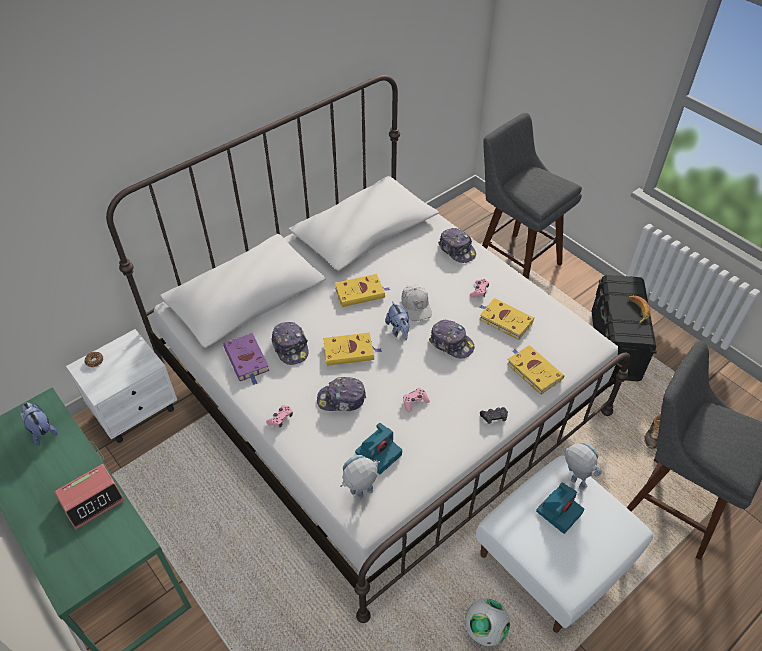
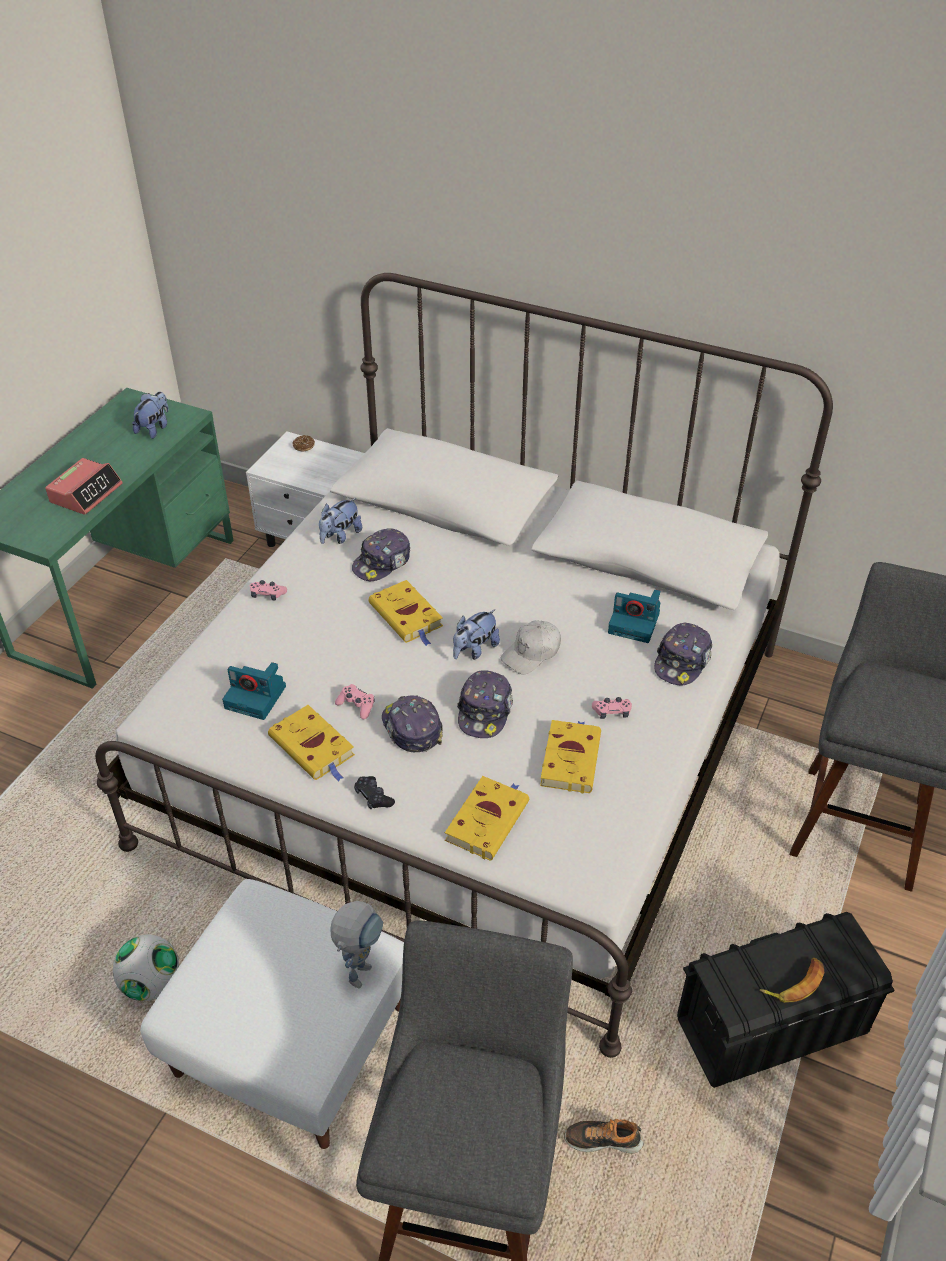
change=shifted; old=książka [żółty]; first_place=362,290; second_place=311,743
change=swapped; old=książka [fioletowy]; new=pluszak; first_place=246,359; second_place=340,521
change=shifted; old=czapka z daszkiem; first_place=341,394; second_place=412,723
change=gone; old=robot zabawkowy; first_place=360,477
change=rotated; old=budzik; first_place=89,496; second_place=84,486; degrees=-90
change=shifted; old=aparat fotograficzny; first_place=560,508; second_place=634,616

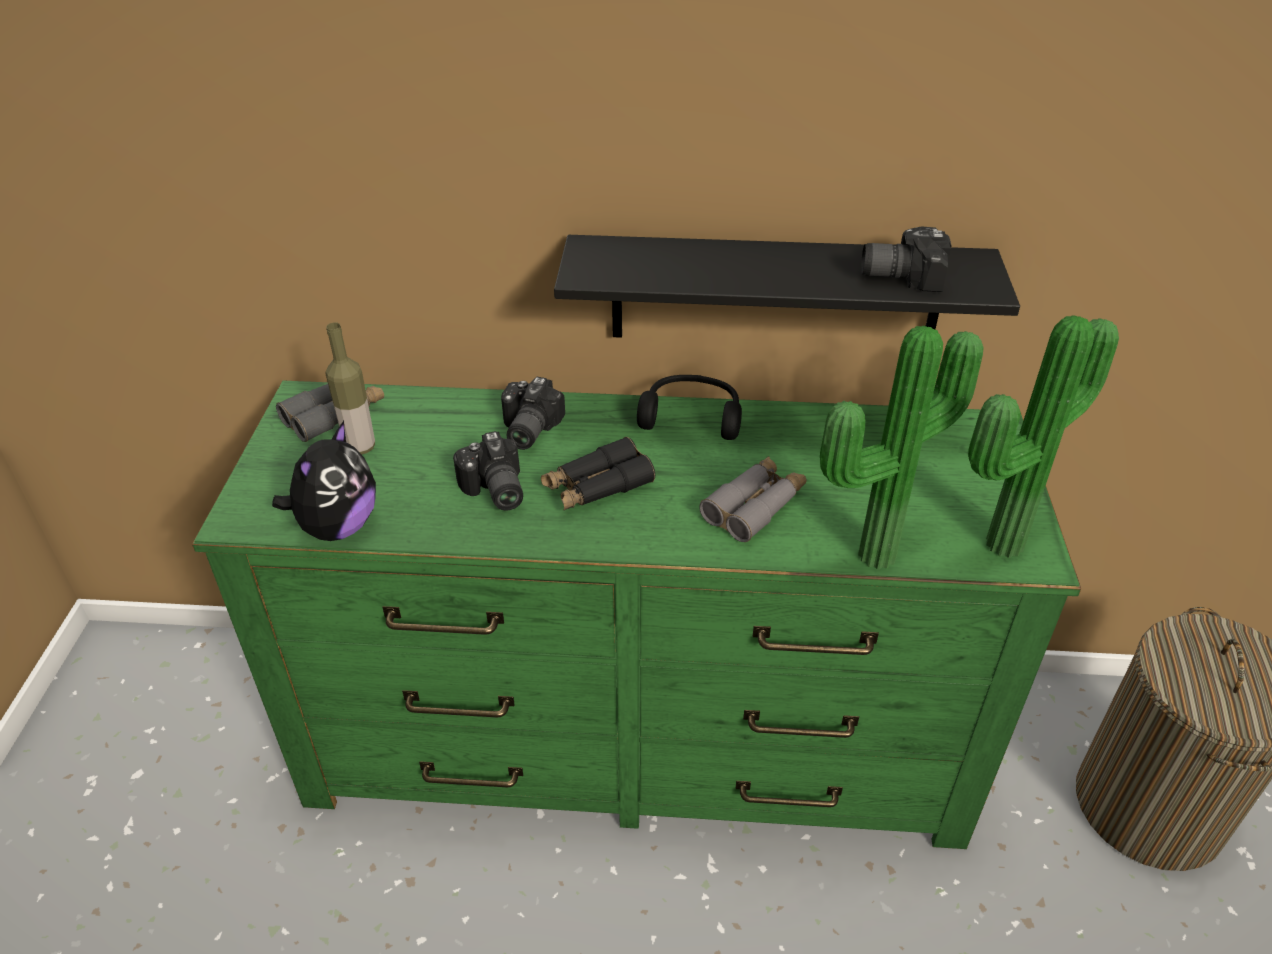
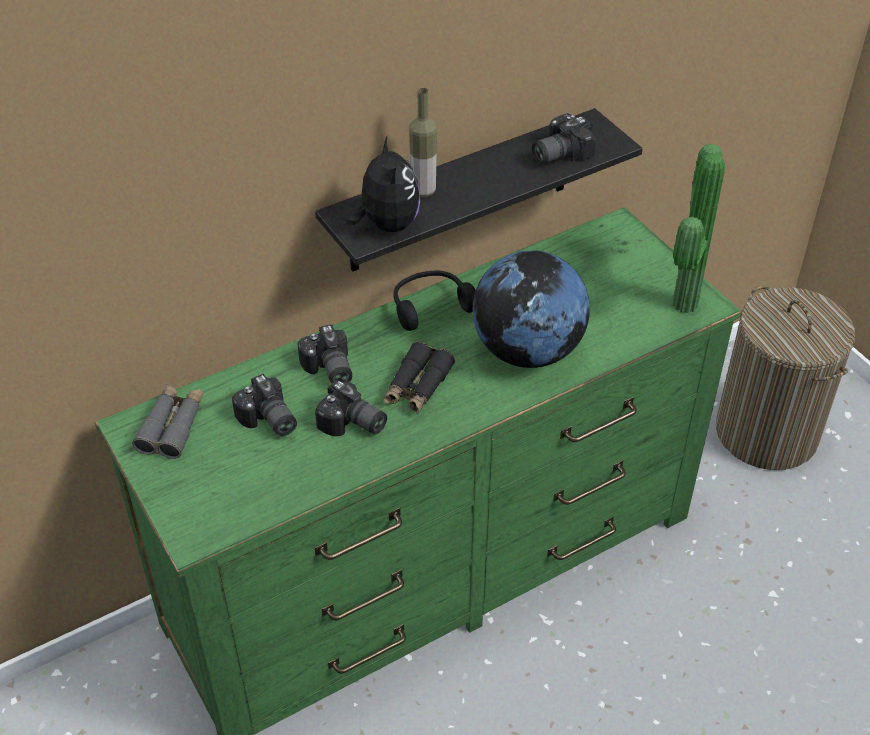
change=shifted; old=butelka; first_place=350,388; second_place=423,142
change=gone; old=roślina doniczkowa; first_place=902,447
change=shifted; old=pluszak; first_place=324,481; second_place=383,184
change=swapped; old=lornetka [szary]; new=globus; first_place=753,499; second_place=531,309
change=new; new=aparat fotograficzny; second_place=264,405

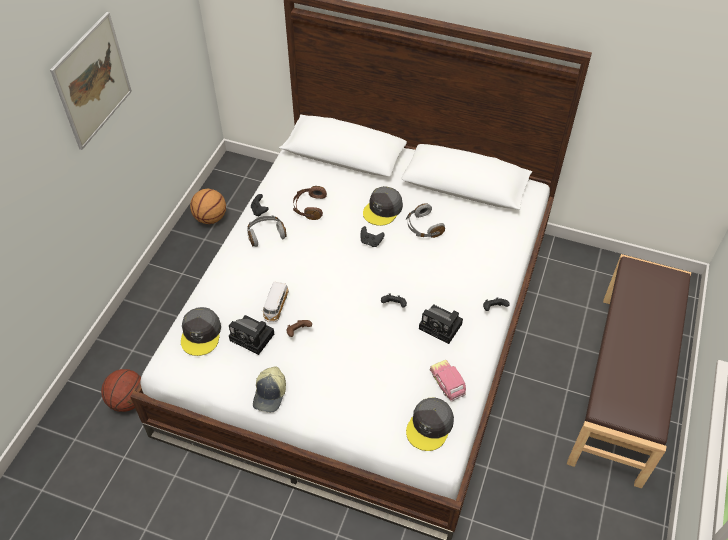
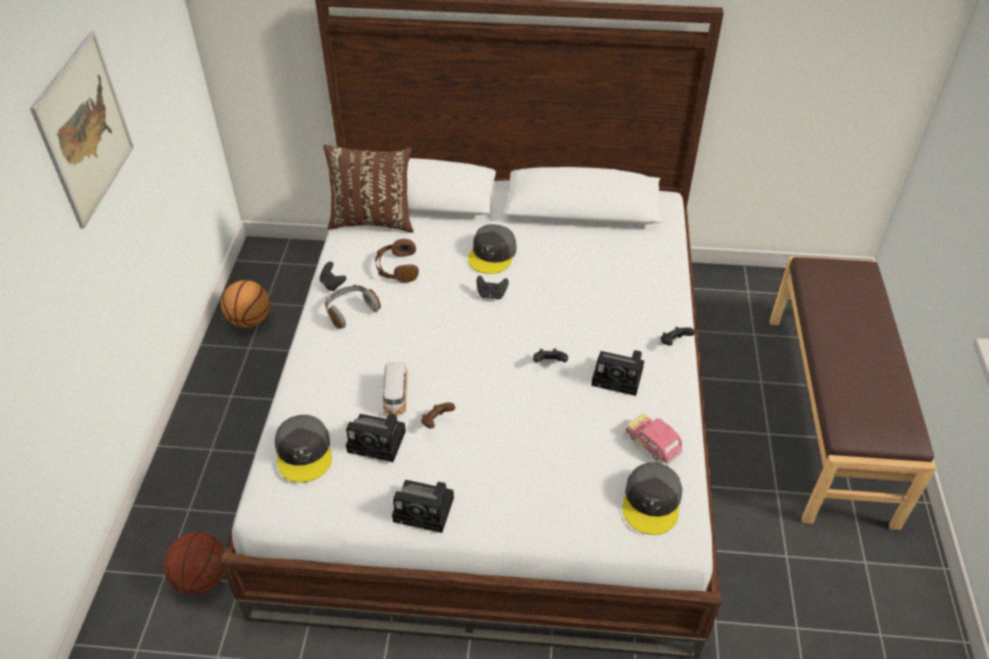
change=gone; old=słuchawki [szary]; first_place=425,220
change=swapped; old=czapka z daszkiem; new=aparat fotograficzny; first_place=269,389; second_place=423,506
change=new; new=poduszka [brązowy]; second_place=368,189

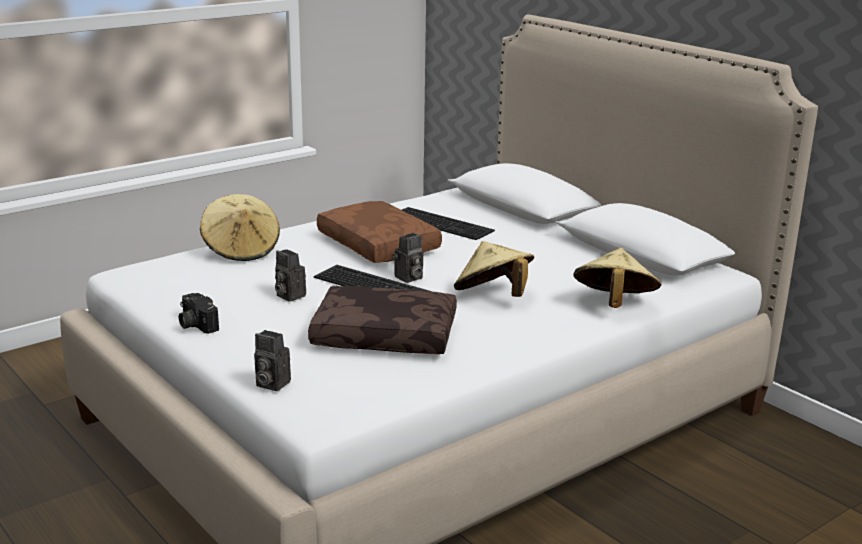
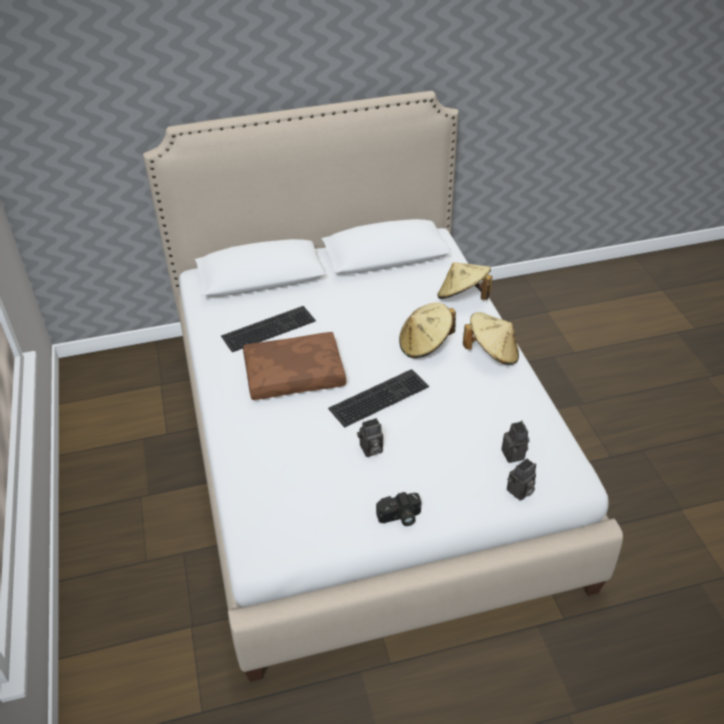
change=shifted; old=kapelusz [beżowy]; first_place=240,227; second_place=491,338
change=shifted; old=aparat fotograficzny; first_place=407,258; second_place=515,441
change=gone; old=poduszka [brązowy]; first_place=382,320

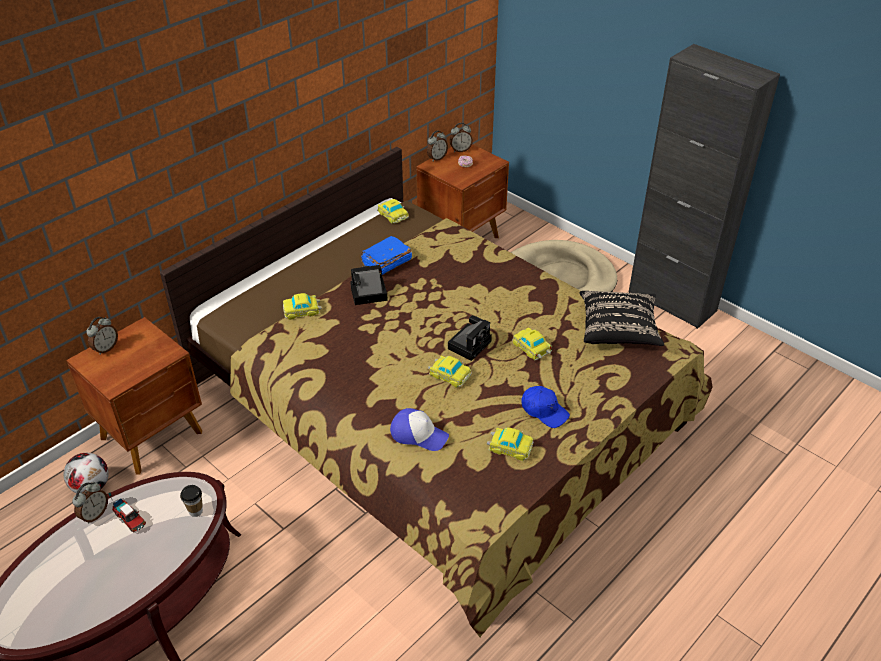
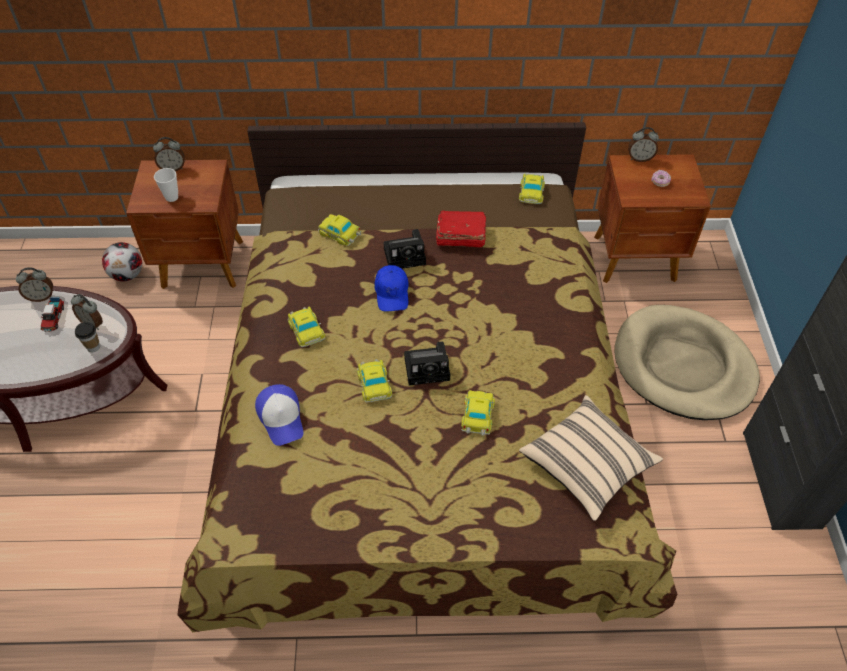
change=shifted; old=budzik; first_place=461,137; second_place=87,312
change=repainted; old=książka [niebieski]; new=książka [czerwony]; first_place=386,255; second_place=460,228
change=rotated; old=aparat fotograficzny; first_place=369,285; second_place=405,249; degrees=135
change=repainted; old=poduszka [czarny]; new=poduszka [beżowy]; first_place=622,318; second_place=591,458
change=shifted; old=czapka z daszkiem [niebieski]; first_place=545,407; second_place=391,288
change=shifted; old=samochodzik; first_place=510,444; second_place=306,327
change=new; new=filiżanka; second_place=166,185

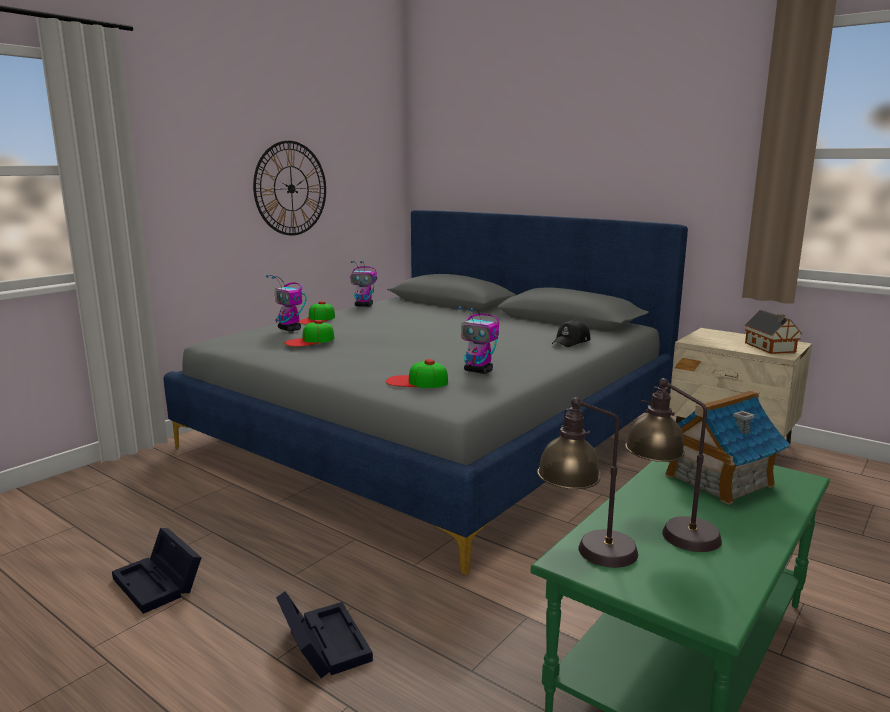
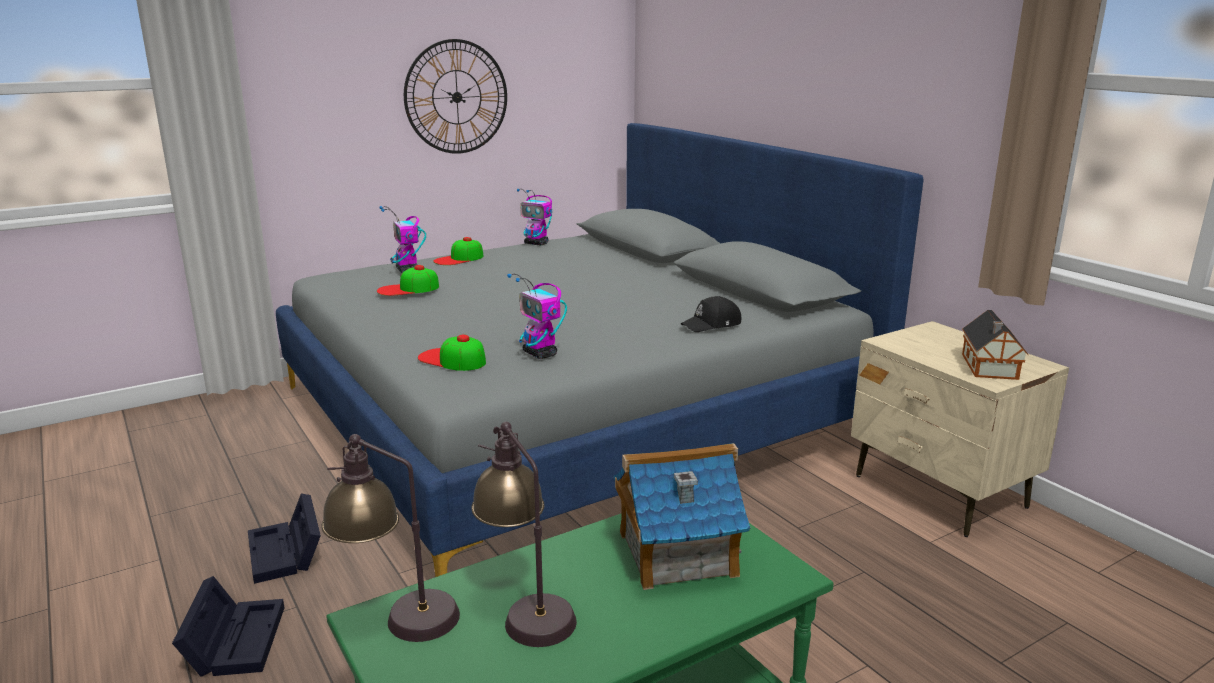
change=shifted; old=pojemnik do przechowywania [czarny]; first_place=157,571; second_place=284,538

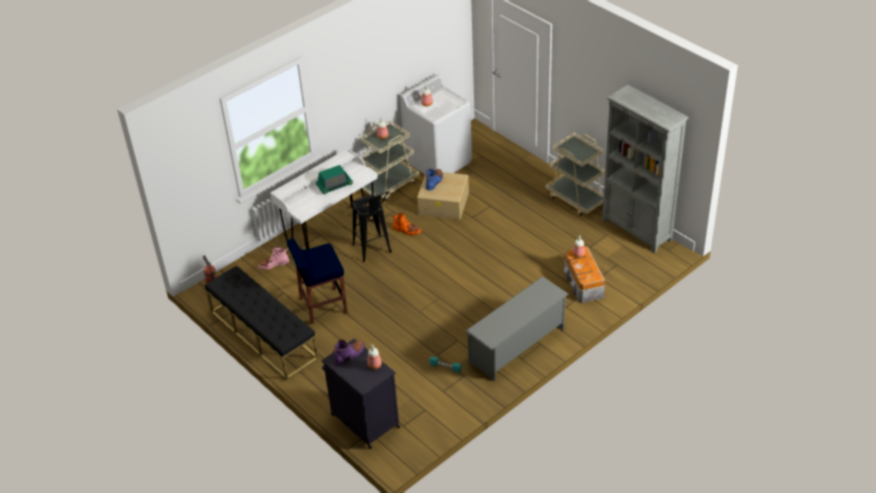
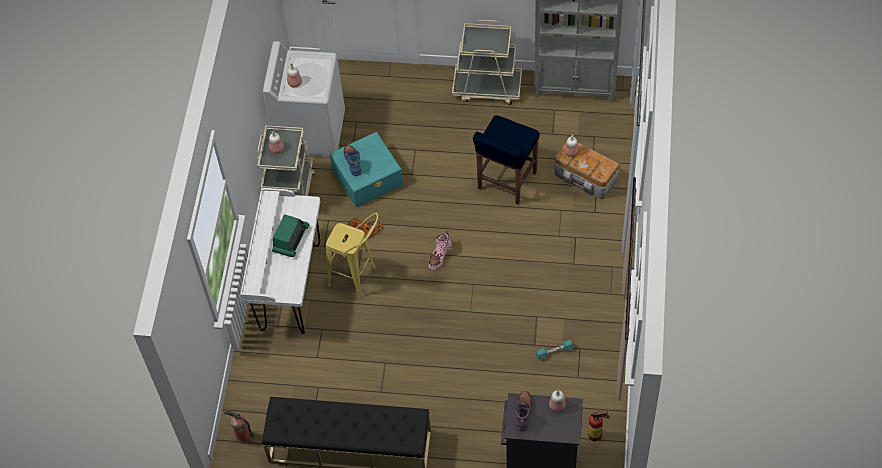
change=repainted; old=pojemnik do przechowywania [beżowy]; new=pojemnik do przechowywania [turkusowy]; first_place=443,195; second_place=366,169
change=repainted; old=stołek [czarny]; new=stołek [żółty]; first_place=372,226; second_place=352,255
change=shifted; old=stołek [niebieski]; first_place=317,281; second_place=506,160
change=shifted; old=but z cholewką [różowy]; first_place=274,258; second_place=440,250
change=gone; old=regał na buty [szary]; first_place=517,328
change=new; new=gaśnica; second_place=598,425

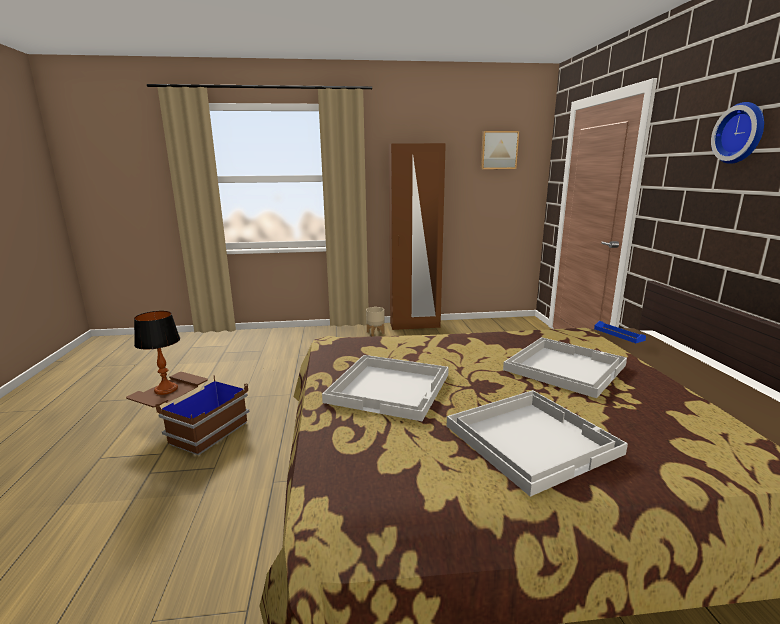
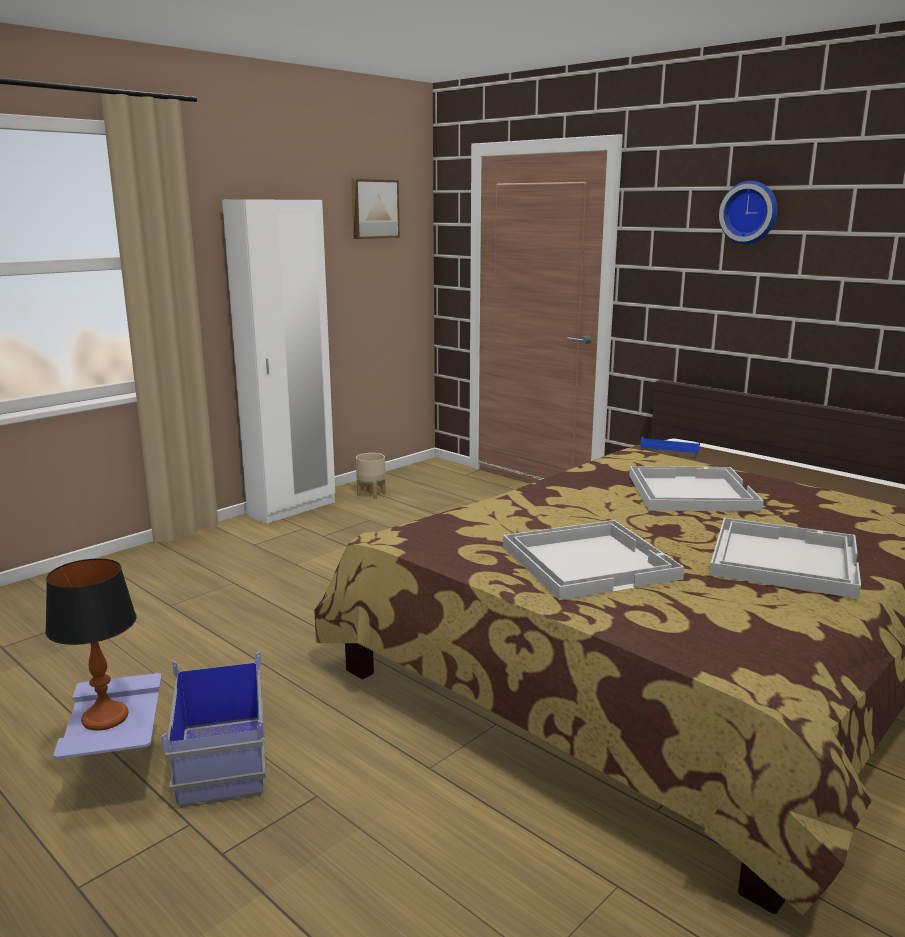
change=repainted; old=szafa [brązowy]; new=szafa [biały]; first_place=417,236; second_place=278,362
change=shifted; old=donica [beżowy]; first_place=375,321; second_place=371,476
change=repainted; old=pojemnik do przechowywania [brązowy]; new=pojemnik do przechowywania [niebieski]; first_place=188,413; second_place=159,729

